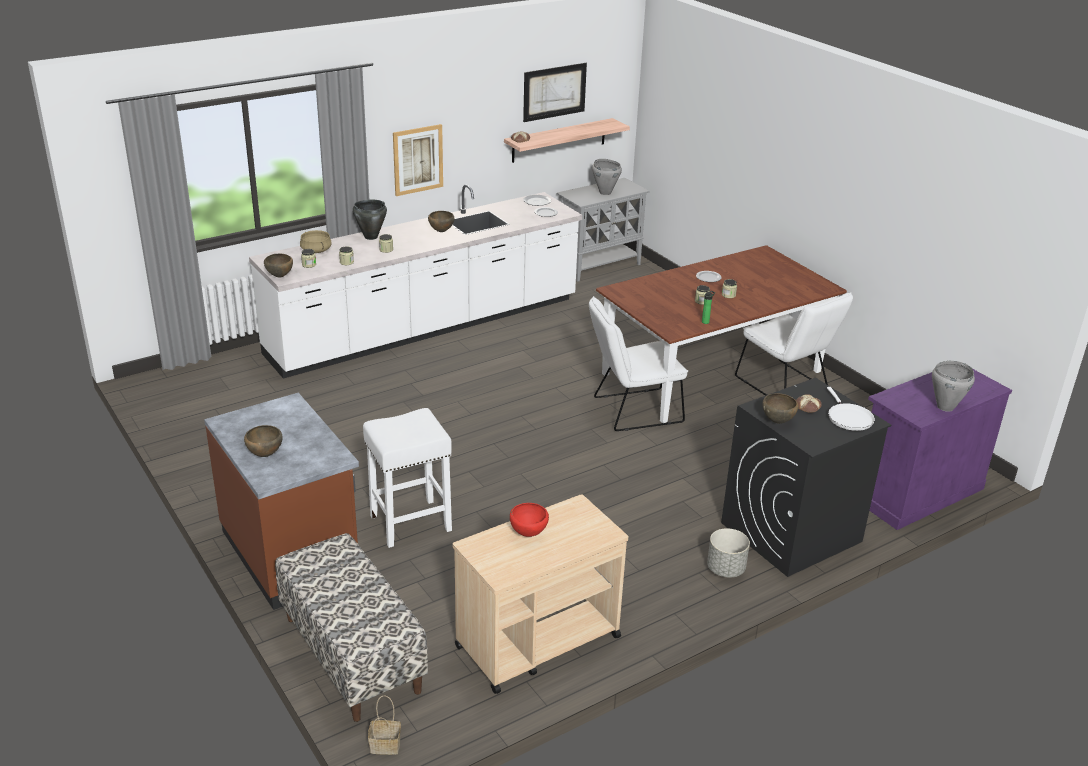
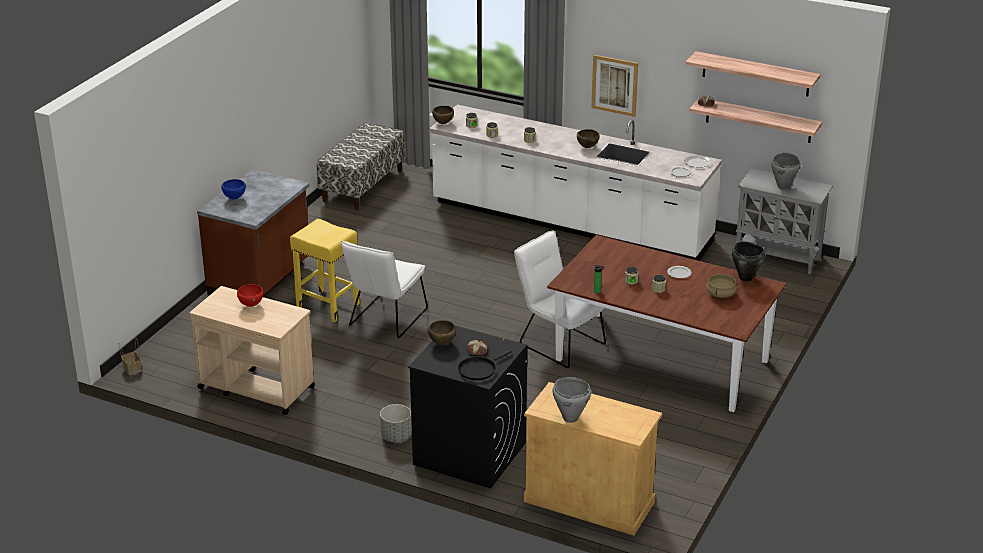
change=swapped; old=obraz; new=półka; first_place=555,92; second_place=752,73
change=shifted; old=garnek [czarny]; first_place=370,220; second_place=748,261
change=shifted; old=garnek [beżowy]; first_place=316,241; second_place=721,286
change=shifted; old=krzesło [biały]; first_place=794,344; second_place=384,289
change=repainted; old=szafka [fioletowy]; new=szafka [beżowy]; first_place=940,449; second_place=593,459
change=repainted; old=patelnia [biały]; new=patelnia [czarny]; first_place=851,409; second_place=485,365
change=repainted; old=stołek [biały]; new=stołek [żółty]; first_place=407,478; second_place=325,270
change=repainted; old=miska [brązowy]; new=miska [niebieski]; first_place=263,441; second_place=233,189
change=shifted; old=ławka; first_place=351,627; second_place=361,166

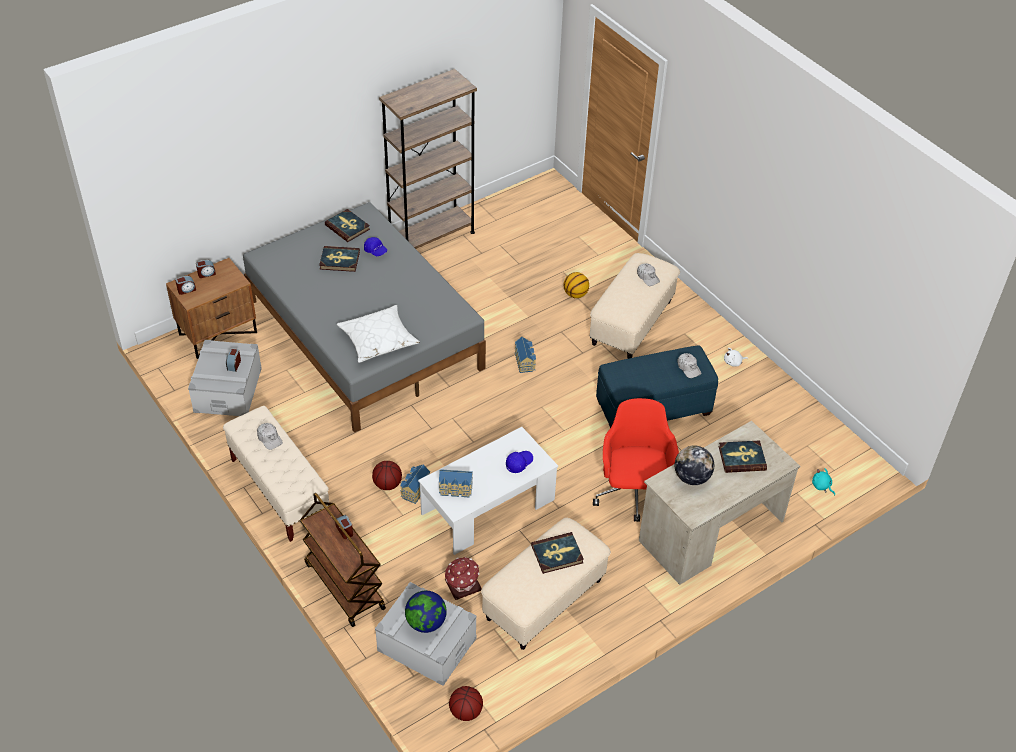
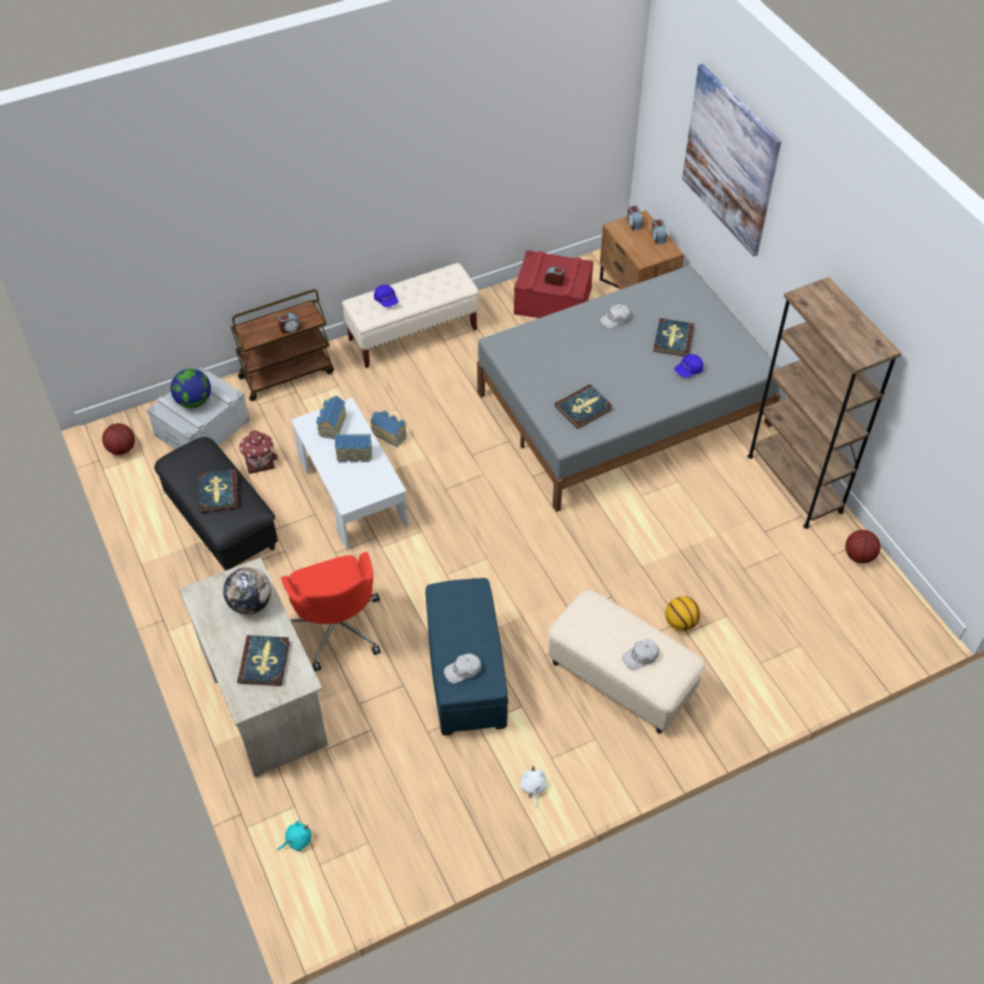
change=shifted; old=książka; first_place=347,225; second_place=583,406
change=gone; old=poduszka [biały]; first_place=378,334
change=shifted; old=domek; first_place=525,355; second_place=353,448
change=repainted; old=pojemnik do przechowywania [szary]; new=pojemnik do przechowywania [czerwony]; first_place=225,378; second_place=554,284
change=rotated; old=krzesło biurowe [czerwony]; first_place=636,460; second_place=331,611; degrees=60
change=shifted; old=czapka z daszkiem [biały]; first_place=270,436; second_place=615,316
change=shifted; old=czapka z daszkiem [niebieski]; first_place=519,462; second_place=386,296
change=shifted; old=piłka do koszykówki; first_place=387,475; second_place=863,546
change=repainted; old=pufa [beżowy]; new=pufa [czarny]; first_place=546,584; second_place=216,503
change=new; new=obraz; second_place=731,160

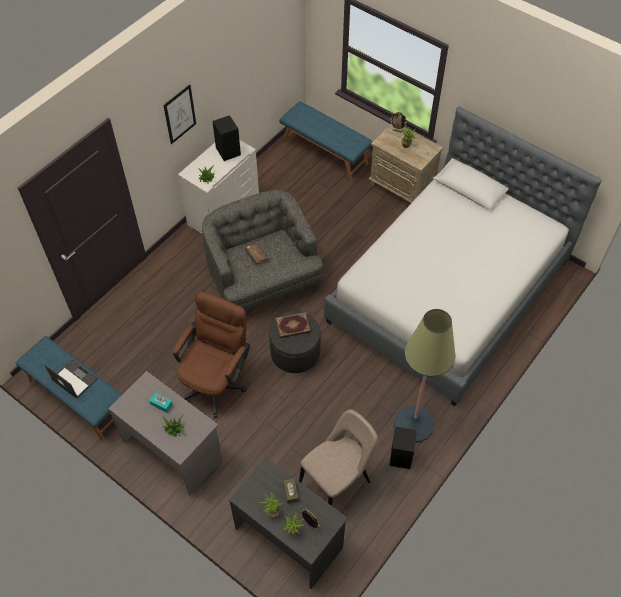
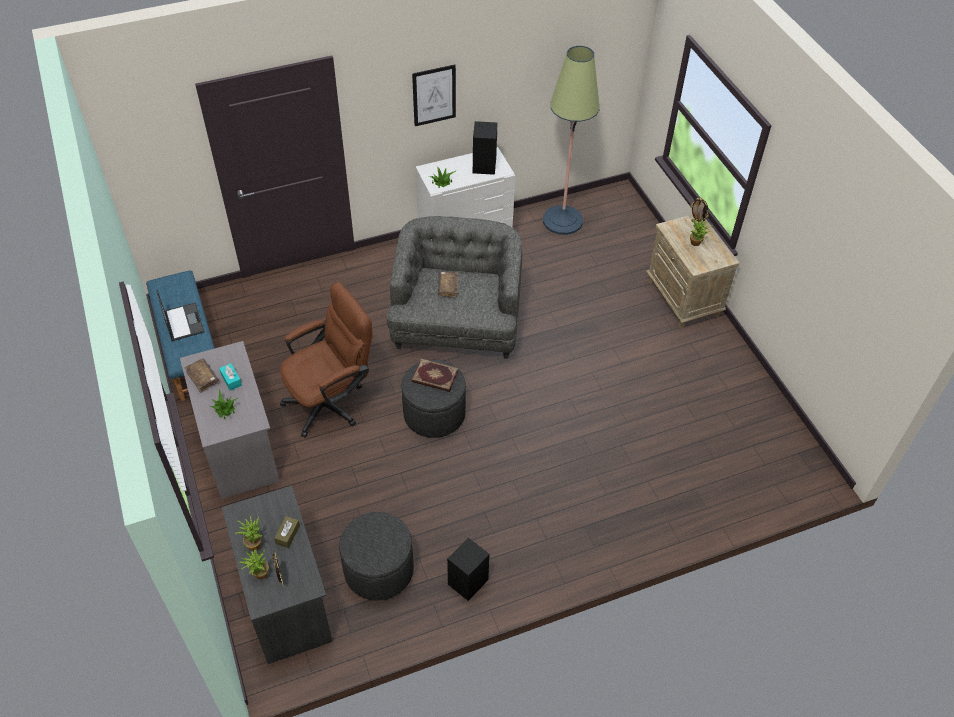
change=gone; old=ławka [niebieski]; first_place=326,141
change=gone; old=łóżko; first_place=463,256
change=shifted; old=lampa stojąca; first_place=425,376; second_place=571,140
change=swapped; old=krzesło [beżowy]; new=pufa [szary]; first_place=338,457; second_place=376,556
change=new; new=książka [brązowy]; second_place=202,375

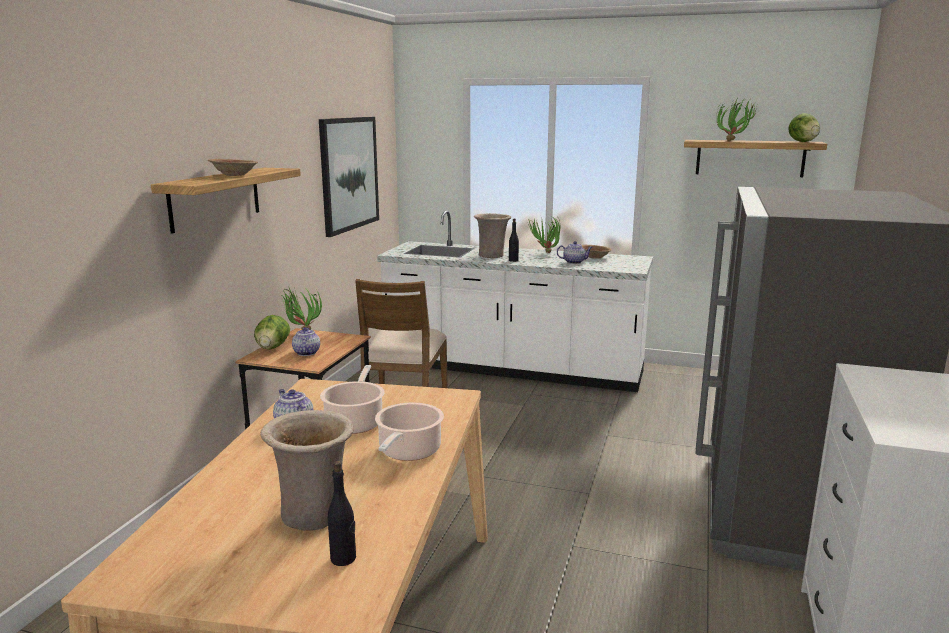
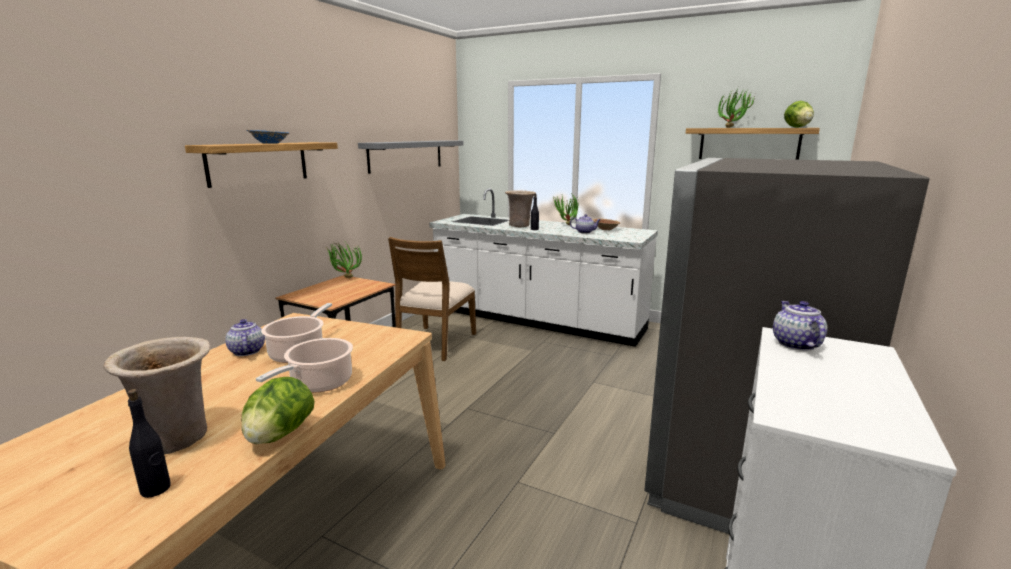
change=swapped; old=obraz; new=półka [szary]; first_place=349,177; second_place=411,157
change=repainted; old=miska [brązowy]; new=miska [niebieski]; first_place=233,167; second_place=268,137
change=shifted; old=sałata; first_place=272,332; second_place=278,410
change=shifted; old=imbryk; first_place=306,341; second_place=800,326

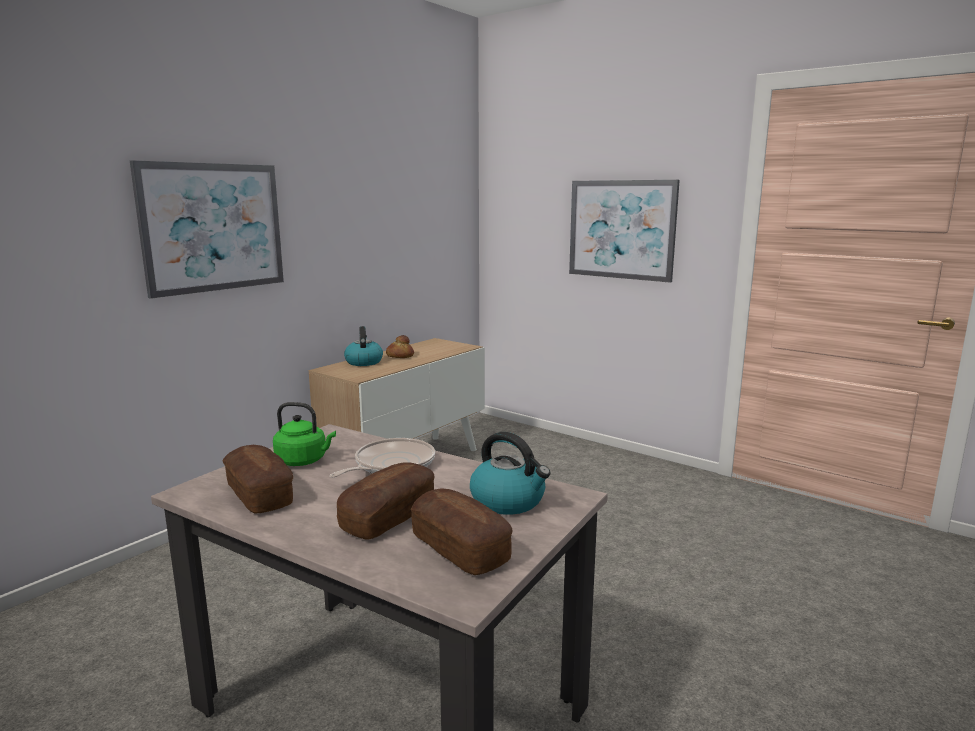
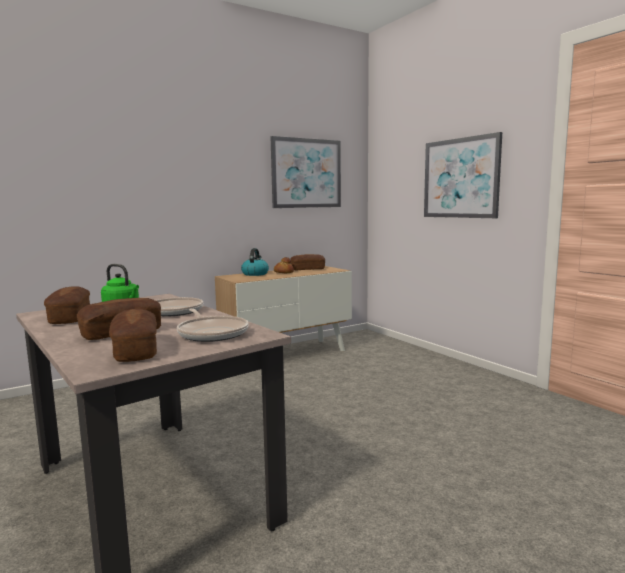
change=shifted; old=obraz; first_place=207,229; second_place=305,172
change=swapped; old=czajnik; new=patelnia; first_place=510,473; second_place=213,325
change=new; new=chleb; second_place=307,262

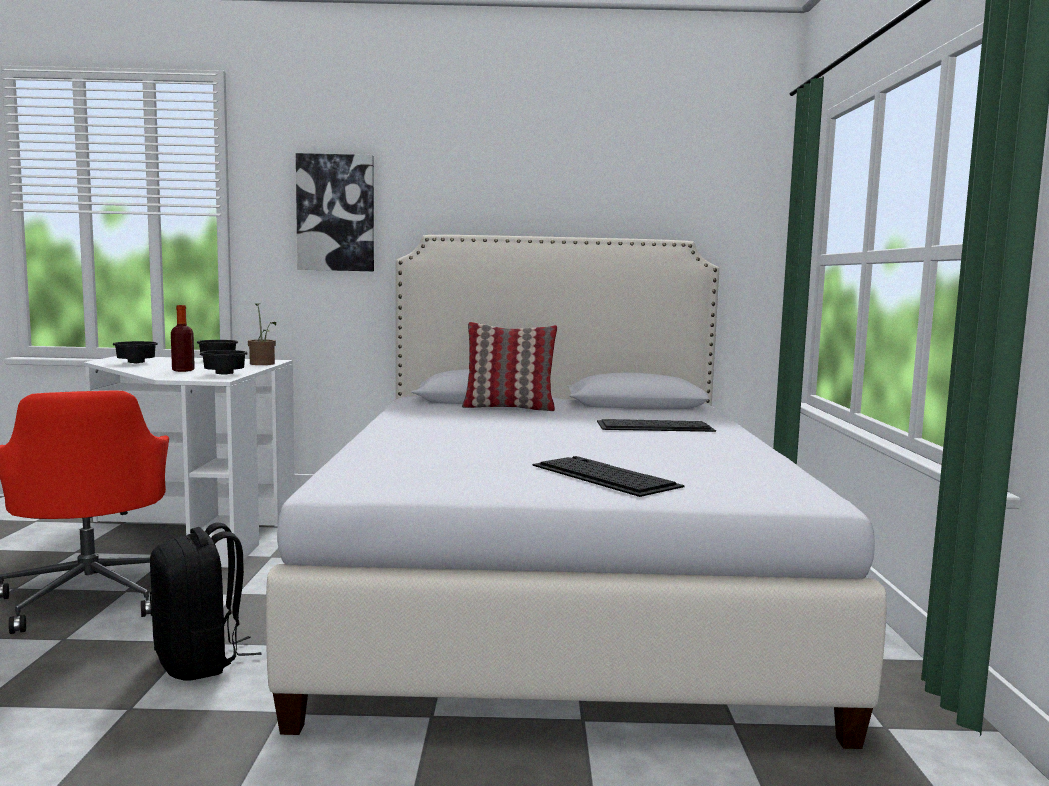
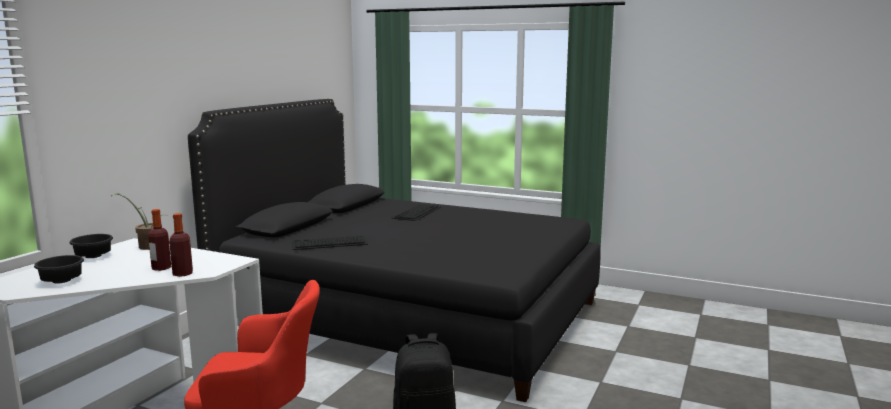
change=gone; old=obraz; first_place=335,212
change=repainted; old=łóżko [biały]; new=łóżko [czarny]; first_place=576,492; second_place=394,250
change=gone; old=poduszka; first_place=509,366
change=gone; old=miska [czarny]; first_place=224,362
change=shifted; old=klawiatura; first_place=609,476; second_place=330,243
change=new; new=butelka; second_place=181,245

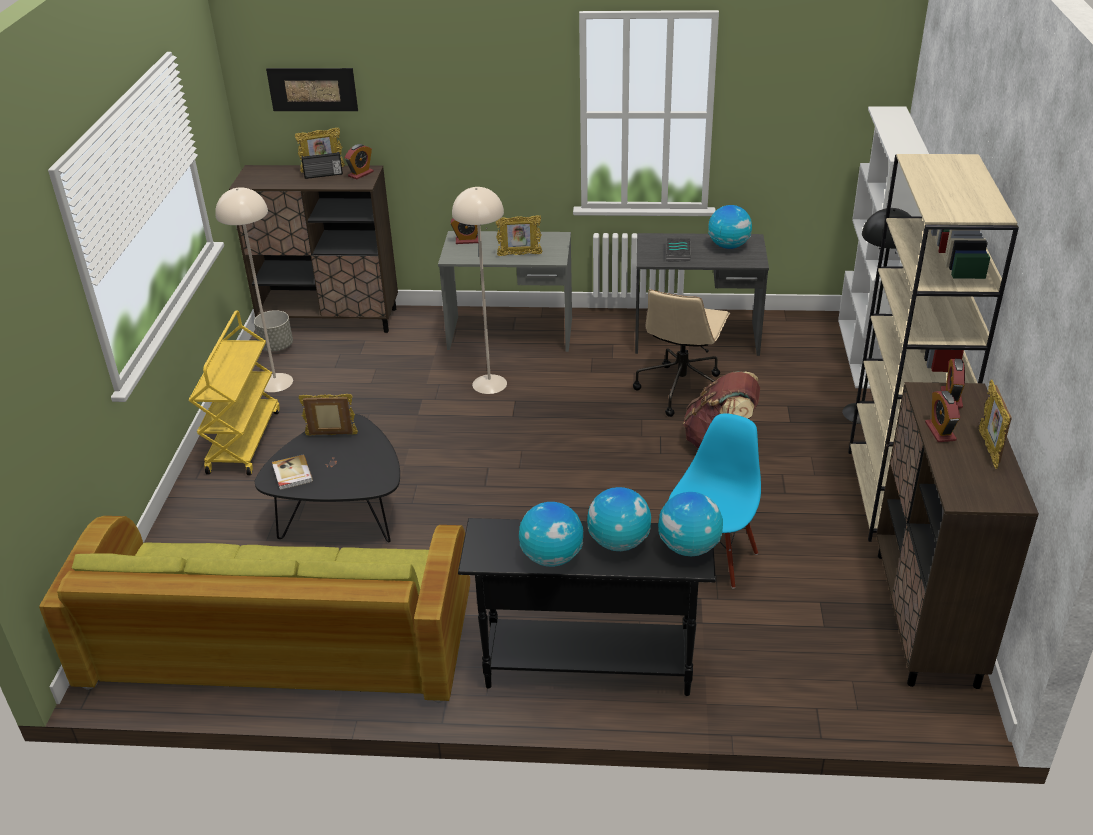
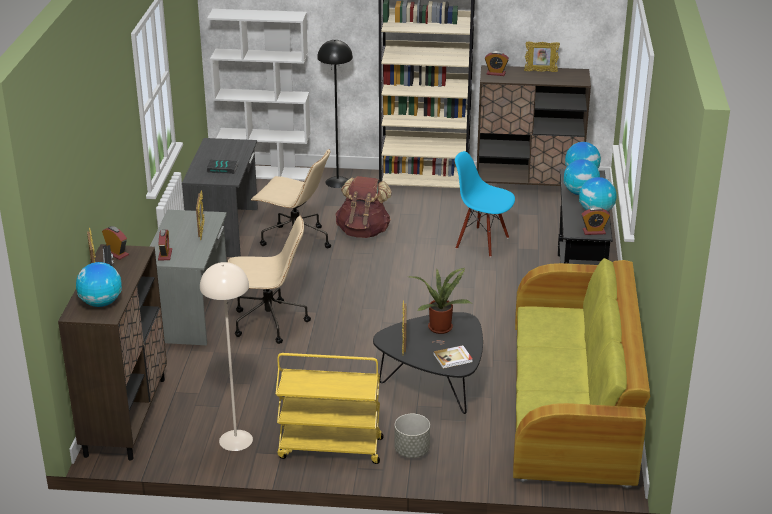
change=gone; old=obraz; first_place=312,89
change=swapped; old=lampa stojąca [beżowy]; new=krzesło biurowe [beżowy]; first_place=479,290; second_place=269,280
change=shifted; old=globus; first_place=730,227; second_place=99,284
change=shifted; old=donica [szary]; first_place=273,331; second_place=412,436
change=shifted; old=budzik; first_place=942,416; second_place=595,221
change=new; new=roślina doniczkowa; second_place=440,301

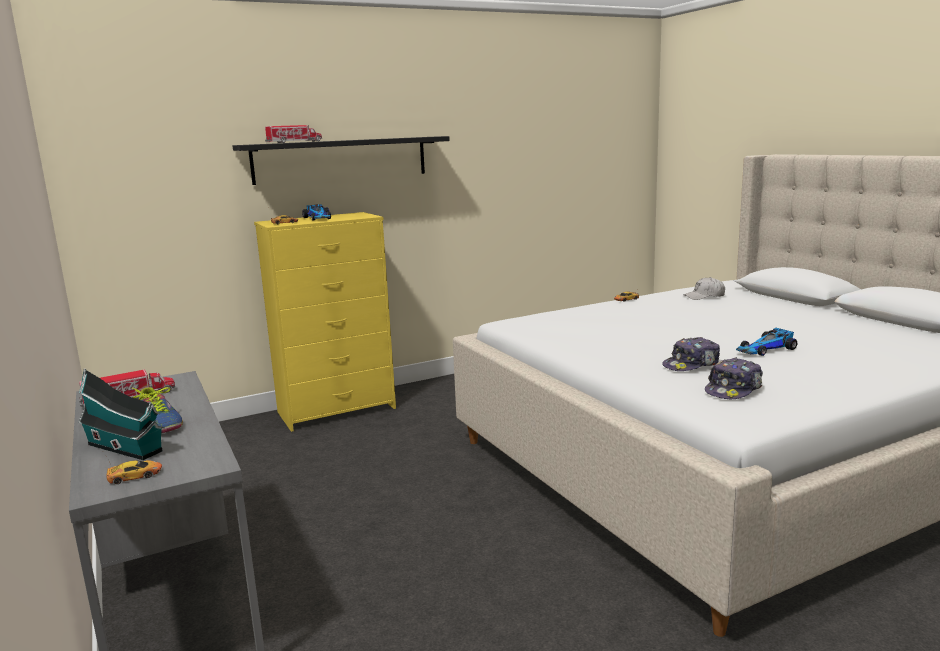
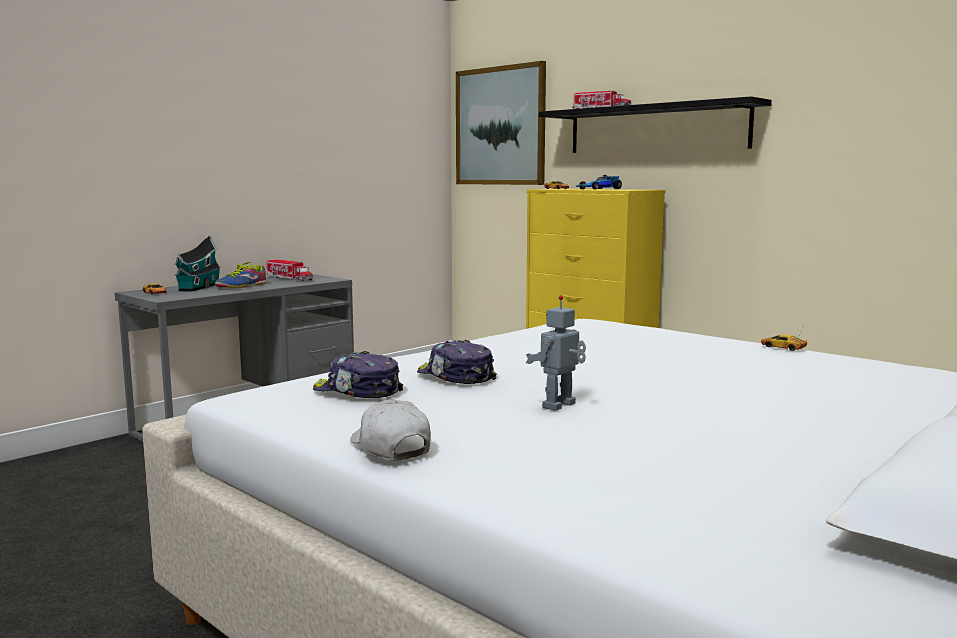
change=shifted; old=czapka z daszkiem [biały]; first_place=704,288; second_place=390,430
change=swapped; old=samochodzik; new=robot zabawkowy; first_place=766,342; second_place=556,353
change=new; new=obraz; second_place=501,123

